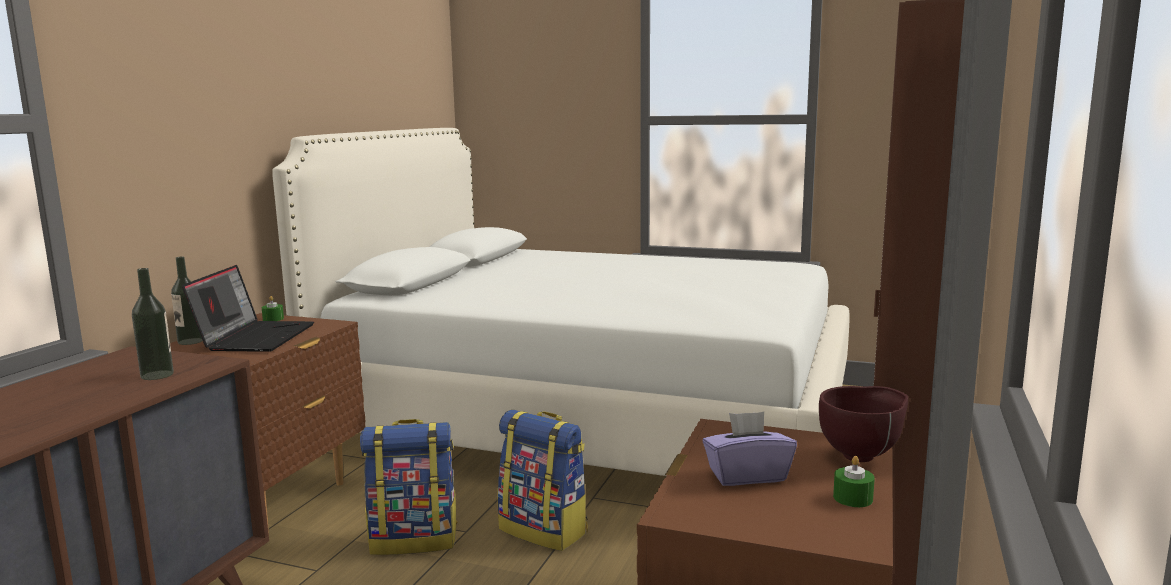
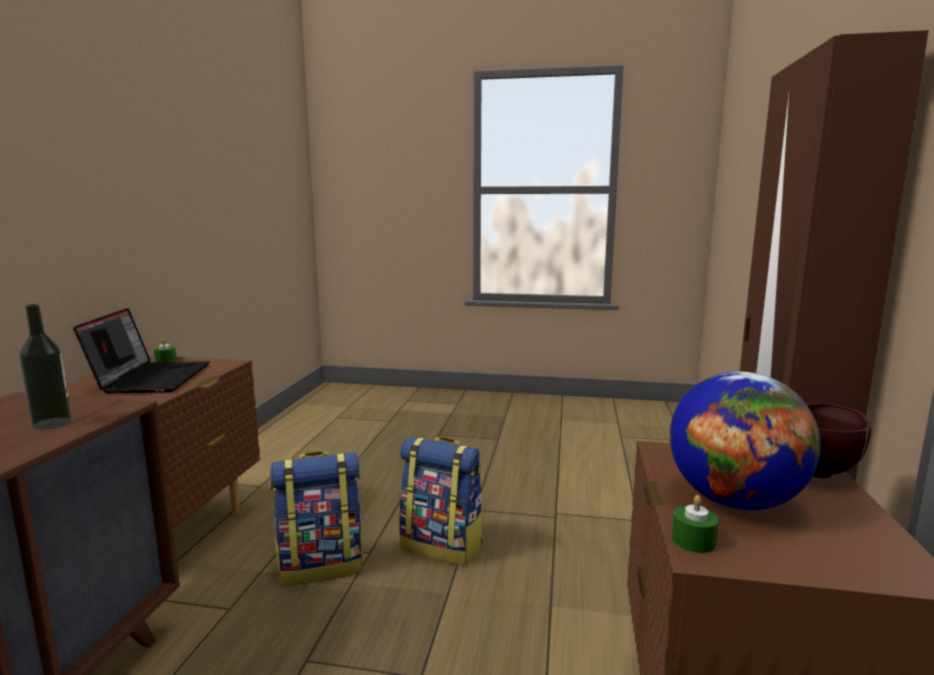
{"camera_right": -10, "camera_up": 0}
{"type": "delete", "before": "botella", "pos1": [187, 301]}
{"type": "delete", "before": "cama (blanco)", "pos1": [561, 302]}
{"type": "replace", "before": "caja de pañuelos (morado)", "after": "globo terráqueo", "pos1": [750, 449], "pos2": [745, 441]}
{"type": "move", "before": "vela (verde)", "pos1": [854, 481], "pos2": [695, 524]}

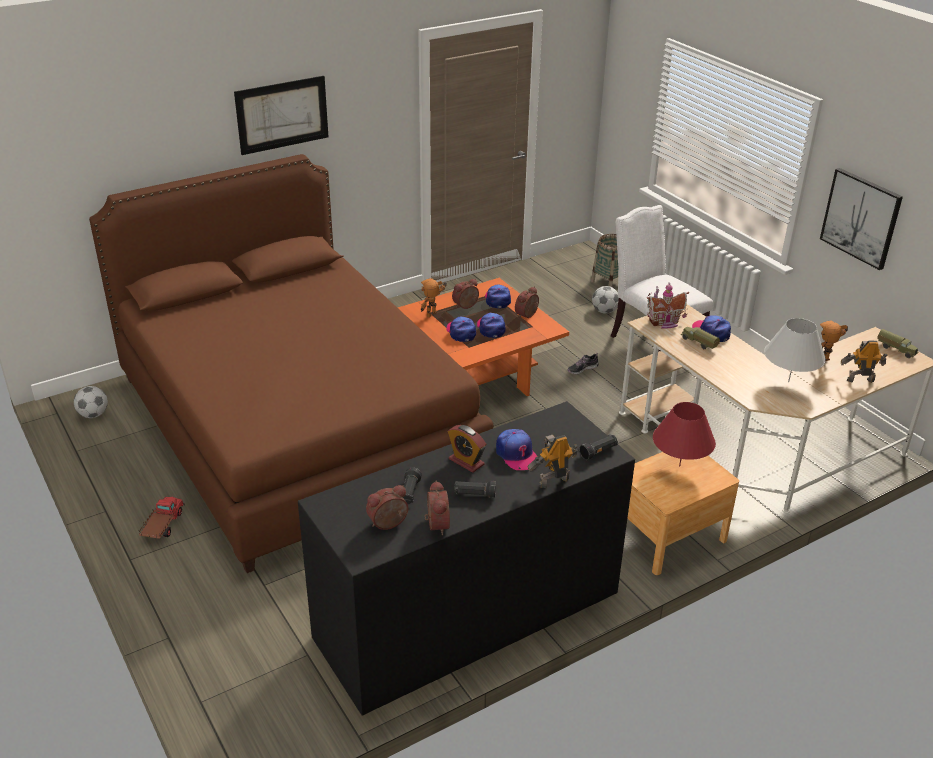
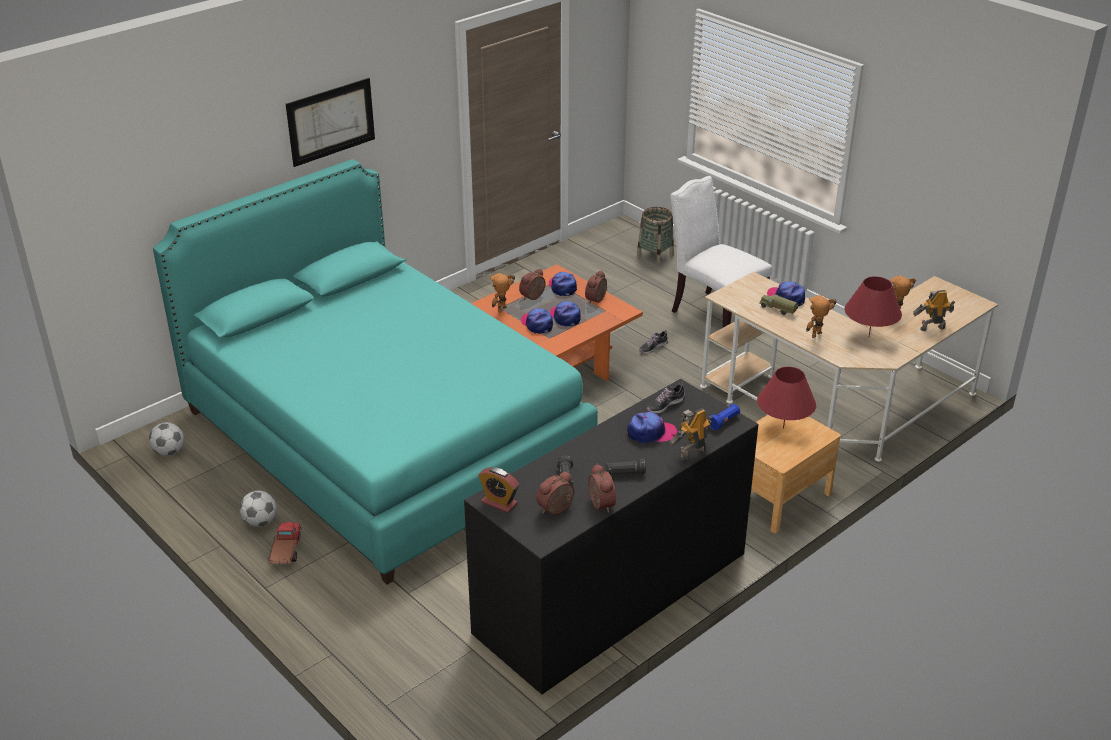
{"camera_right": -10, "camera_up": 0}
{"type": "recolor", "before": "cama (marrón)", "after": "cama (turquesa)", "pos1": [291, 363], "pos2": [375, 372]}
{"type": "move", "before": "despertador", "pos1": [467, 449], "pos2": [498, 490]}
{"type": "rotate", "before": "gorra", "pos1": [517, 449], "pos2": [652, 428], "turn": -60}
{"type": "recolor", "before": "linterna (negro)", "after": "linterna (azul)", "pos1": [598, 447], "pos2": [724, 417]}
{"type": "move", "before": "balón de fútbol", "pos1": [605, 300], "pos2": [258, 508]}
{"type": "delete", "before": "casita", "pos1": [668, 305]}
{"type": "recolor", "before": "lámpara de mesa (blanco)", "after": "lámpara de mesa (rojo)", "pos1": [795, 350], "pos2": [873, 306]}
{"type": "delete", "before": "cuadro", "pos1": [861, 219]}
{"type": "delete", "before": "camión de juguete", "pos1": [898, 343]}
{"type": "insert", "after": "zapato", "pos2": [665, 398]}
{"type": "insert", "after": "robot de juguete", "pos2": [821, 316]}

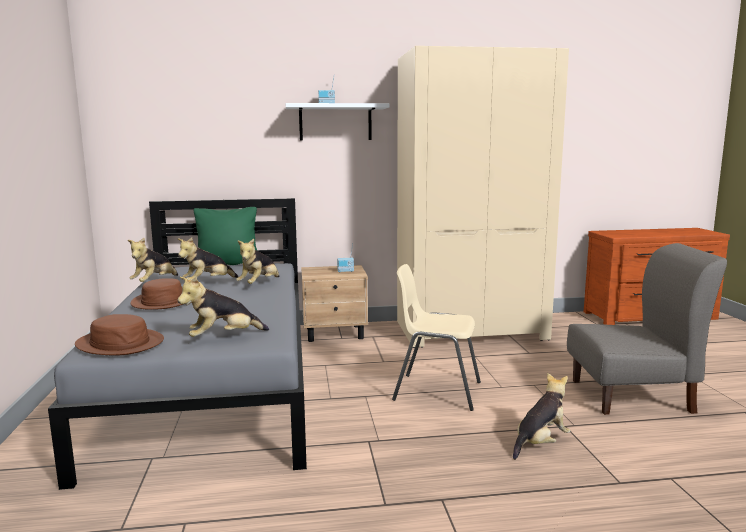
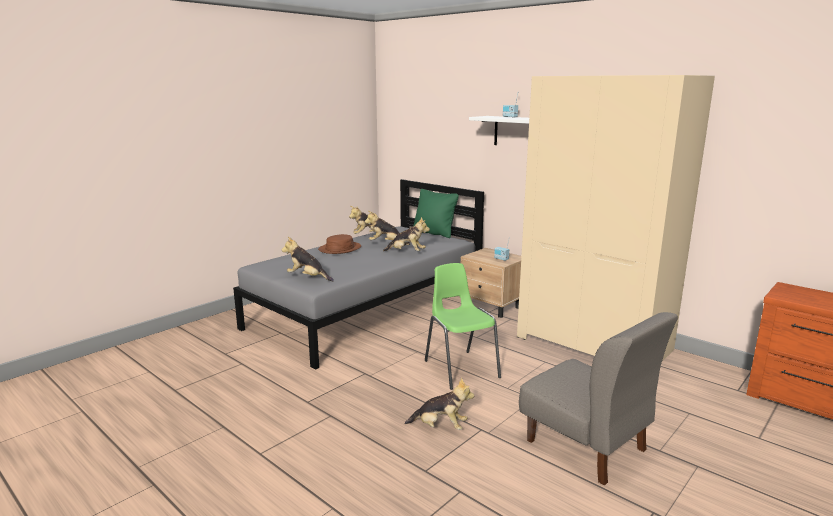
{"camera_right": 50, "camera_up": 5}
{"type": "delete", "before": "sombrero (marrón)", "pos1": [119, 335]}
{"type": "rotate", "before": "peluche", "pos1": [257, 261], "pos2": [406, 234], "turn": -150}
{"type": "recolor", "before": "silla (beis)", "after": "silla (verde)", "pos1": [436, 337], "pos2": [463, 326]}

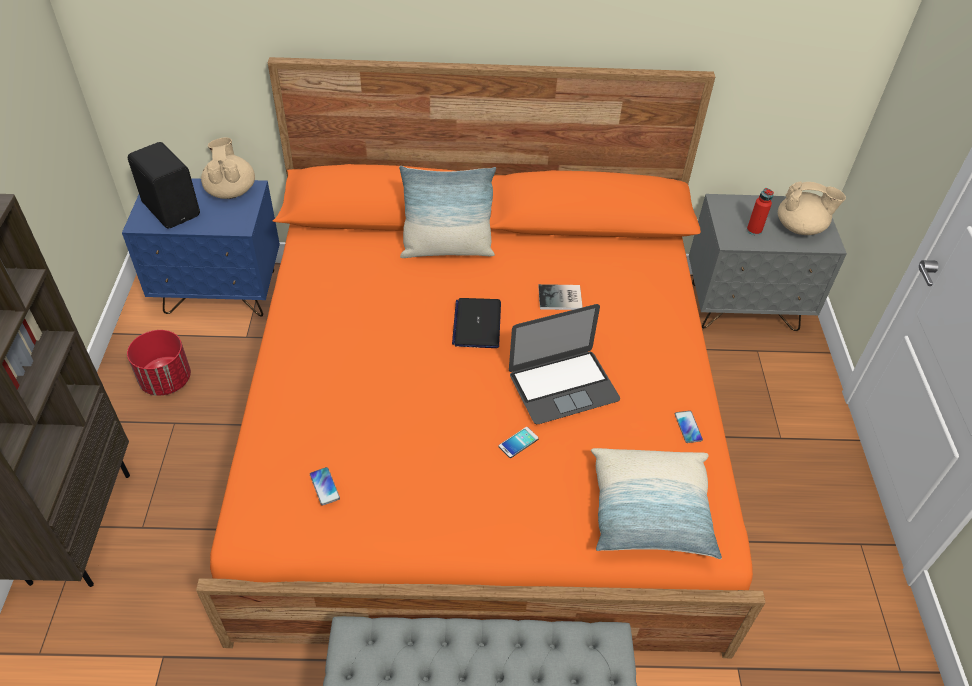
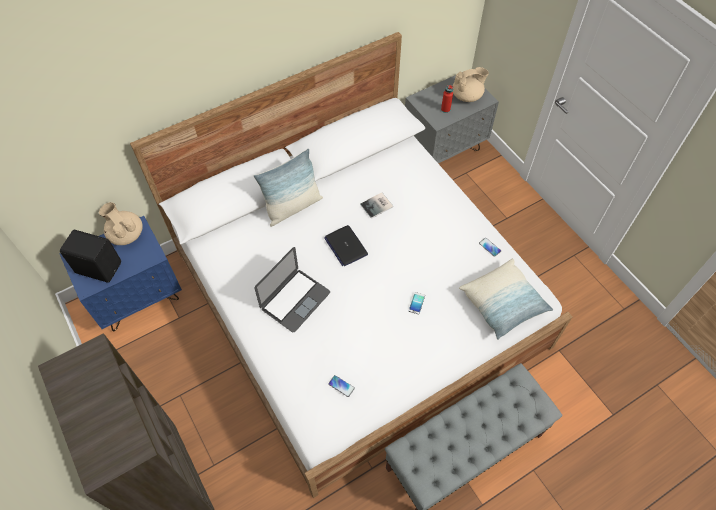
{"camera_right": -30, "camera_up": 10}
{"type": "delete", "before": "maceta (rojo)", "pos1": [159, 363]}
{"type": "recolor", "before": "cama (naranja)", "after": "cama (blanco)", "pos1": [480, 357], "pos2": [351, 265]}
{"type": "move", "before": "portátil", "pos1": [564, 364], "pos2": [292, 289]}

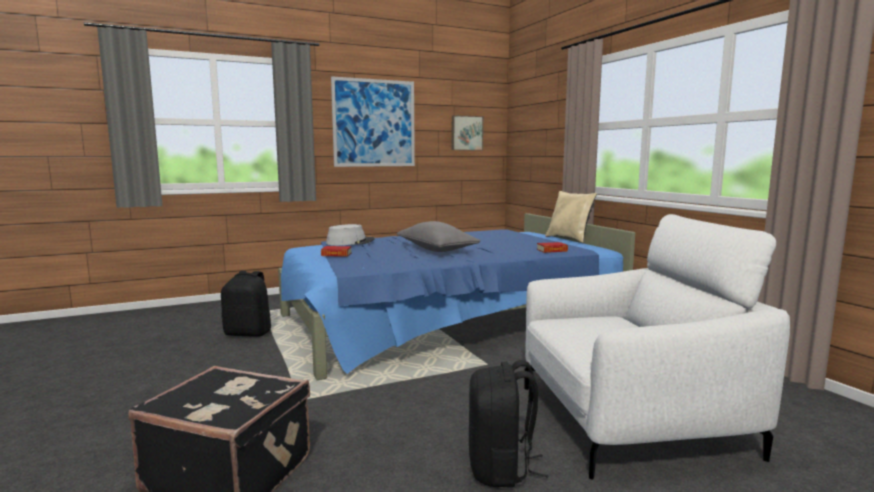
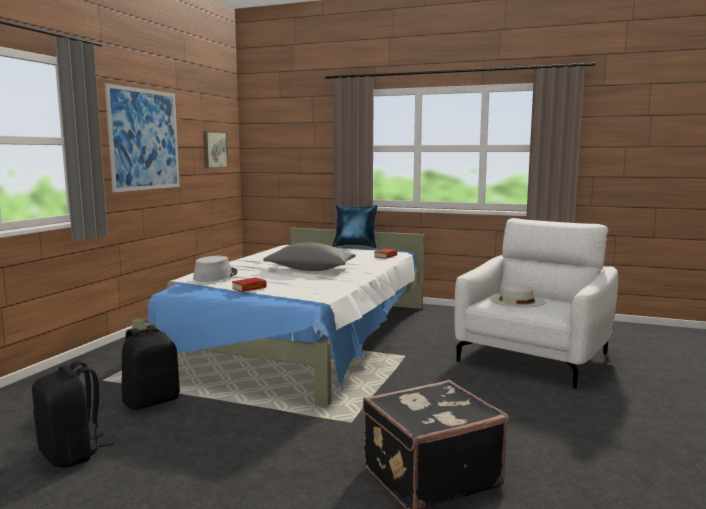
{"camera_right": -45, "camera_up": 0}
{"type": "recolor", "before": "cama (azul)", "after": "cama (blanco)", "pos1": [456, 296], "pos2": [278, 317]}
{"type": "move", "before": "mochila (negro)", "pos1": [508, 424], "pos2": [73, 414]}
{"type": "recolor", "before": "cojín (beis)", "after": "cojín (azul)", "pos1": [571, 217], "pos2": [355, 226]}
{"type": "insert", "after": "sombrero (blanco)", "pos2": [517, 296]}

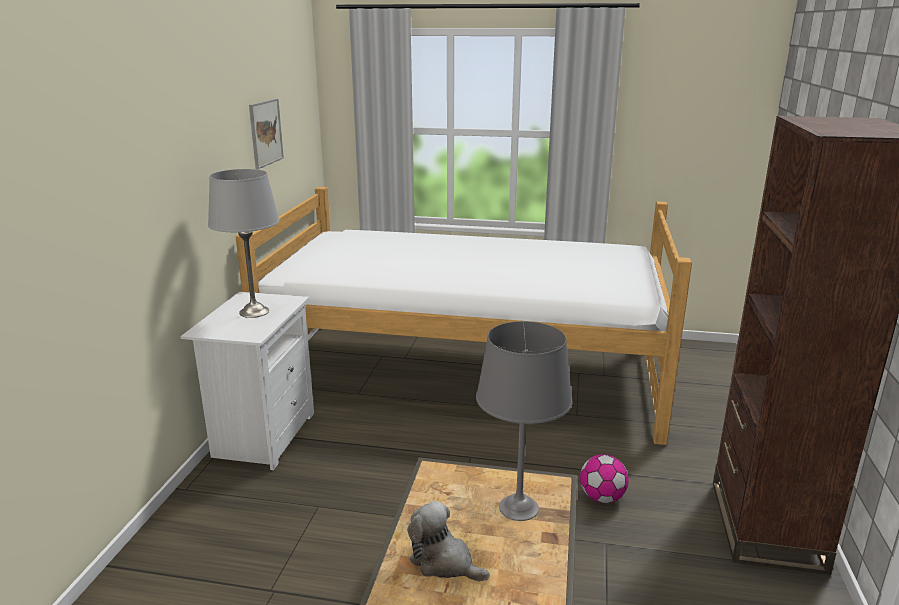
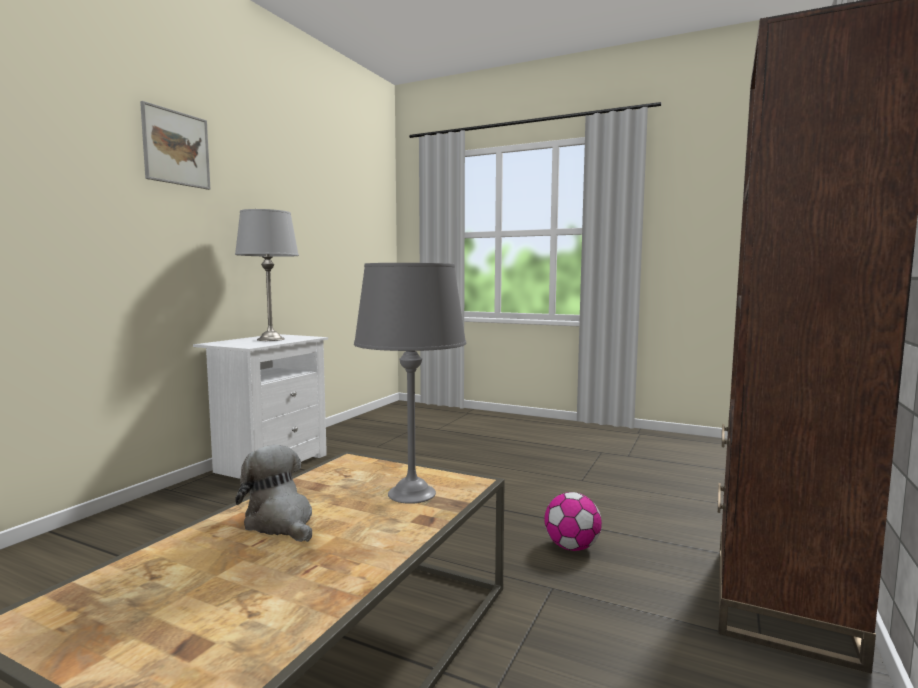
{"camera_right": 15, "camera_up": -15}
{"type": "delete", "before": "cama", "pos1": [464, 316]}
{"type": "move", "before": "cuadro", "pos1": [266, 133], "pos2": [175, 145]}

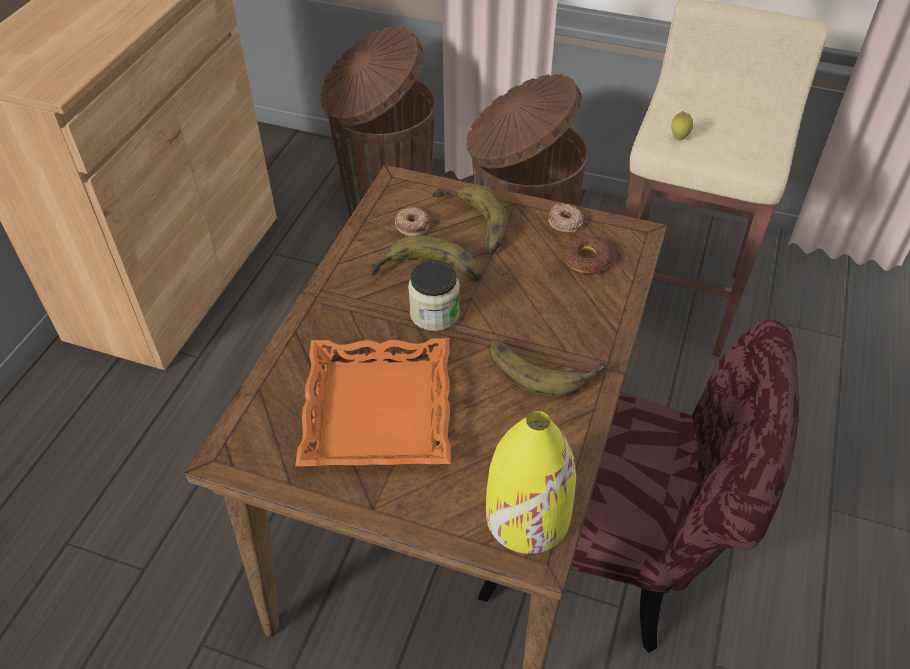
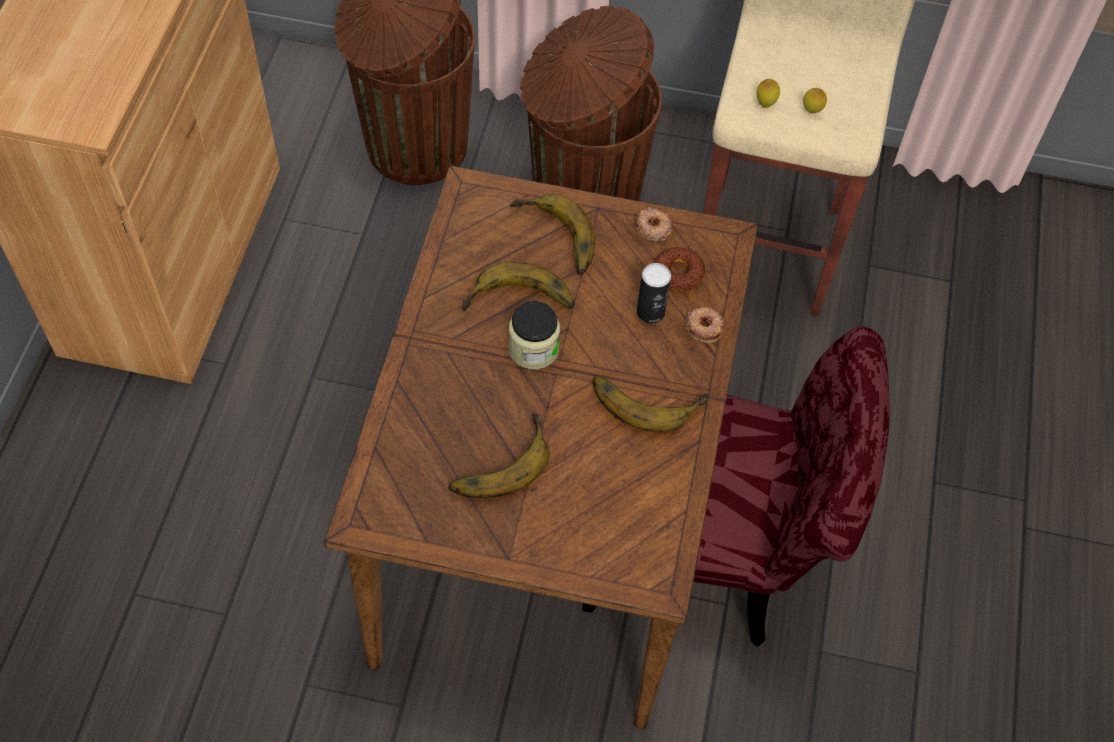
{"camera_right": -10, "camera_up": 10}
{"type": "replace", "before": "bandeja (naranja)", "after": "plátano", "pos1": [373, 402], "pos2": [499, 455]}
{"type": "move", "before": "rosquilla", "pos1": [412, 221], "pos2": [705, 325]}
{"type": "delete", "before": "florero (amarillo)", "pos1": [531, 482]}
{"type": "insert", "after": "lata", "pos2": [654, 293]}
{"type": "insert", "after": "limón", "pos2": [815, 100]}

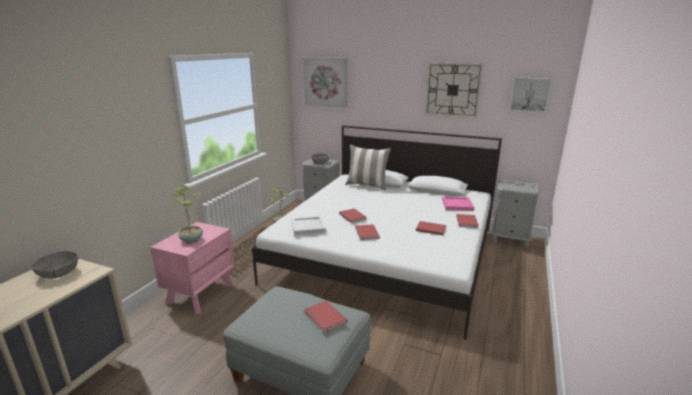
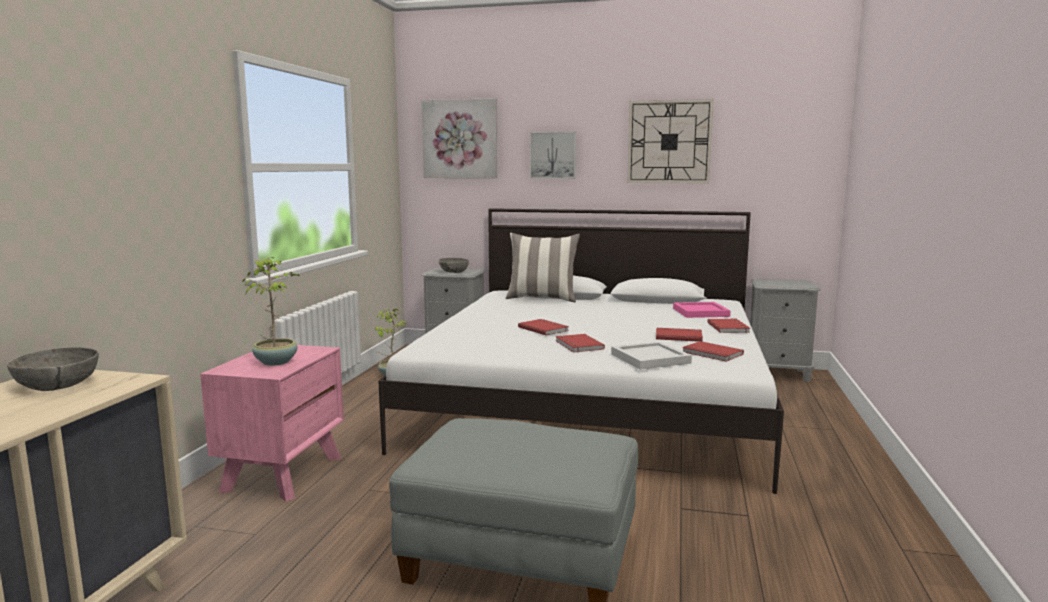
{"camera_right": -10, "camera_up": -10}
{"type": "move", "before": "bandeja (blanco)", "pos1": [309, 225], "pos2": [651, 355]}
{"type": "move", "before": "libro (rojo)", "pos1": [325, 317], "pos2": [713, 351]}
{"type": "move", "before": "cuadro", "pos1": [530, 95], "pos2": [553, 155]}

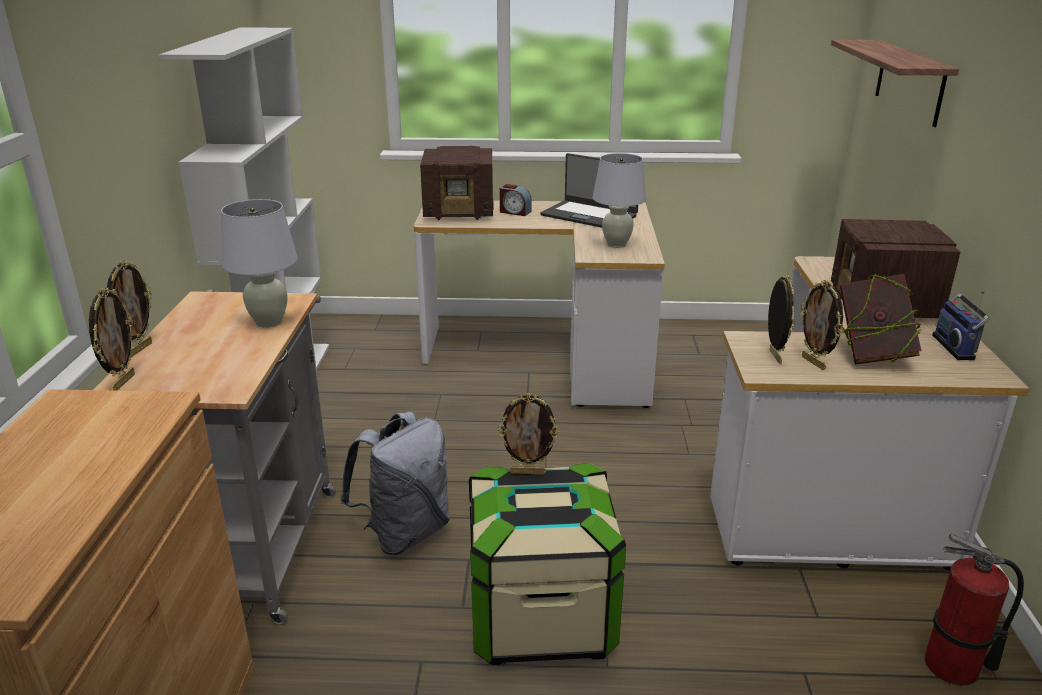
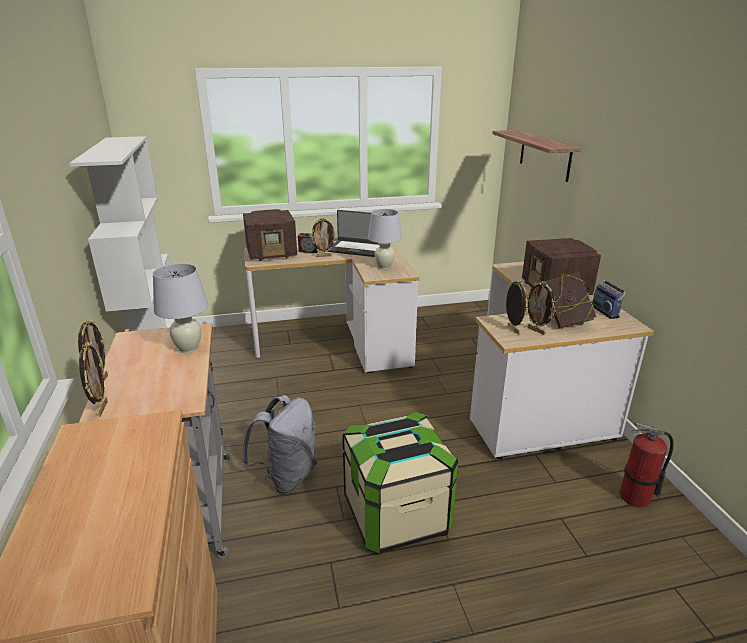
{"camera_right": -15, "camera_up": 0}
{"type": "move", "before": "portarretratos", "pos1": [528, 434], "pos2": [323, 237]}

